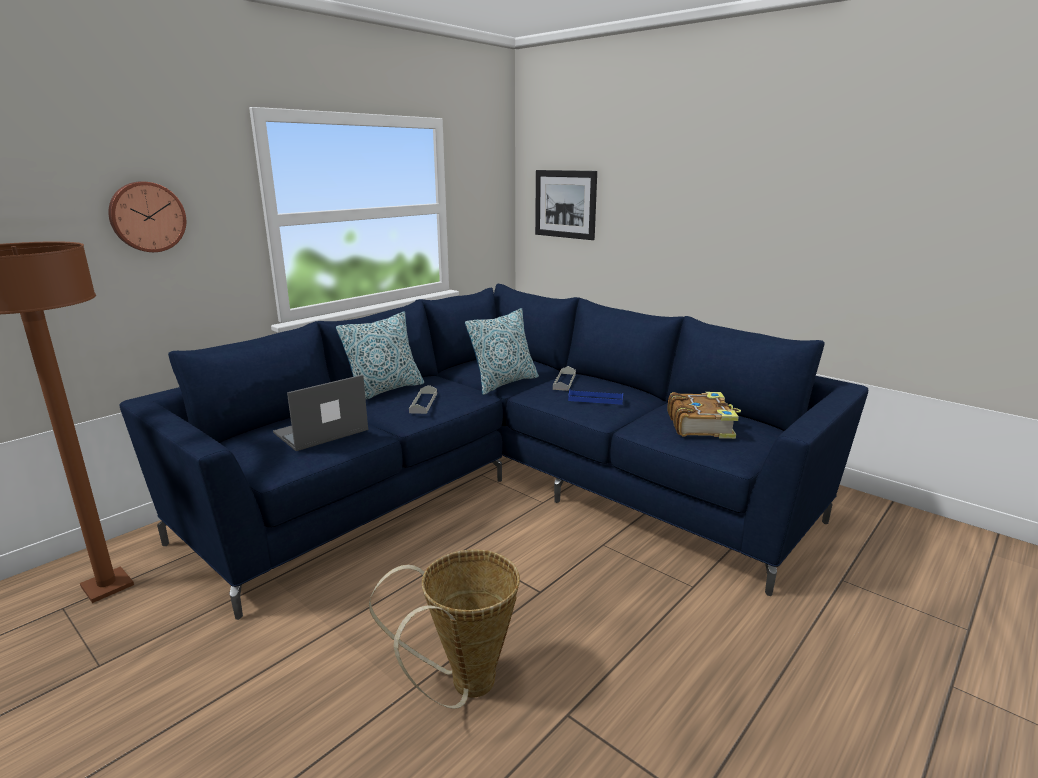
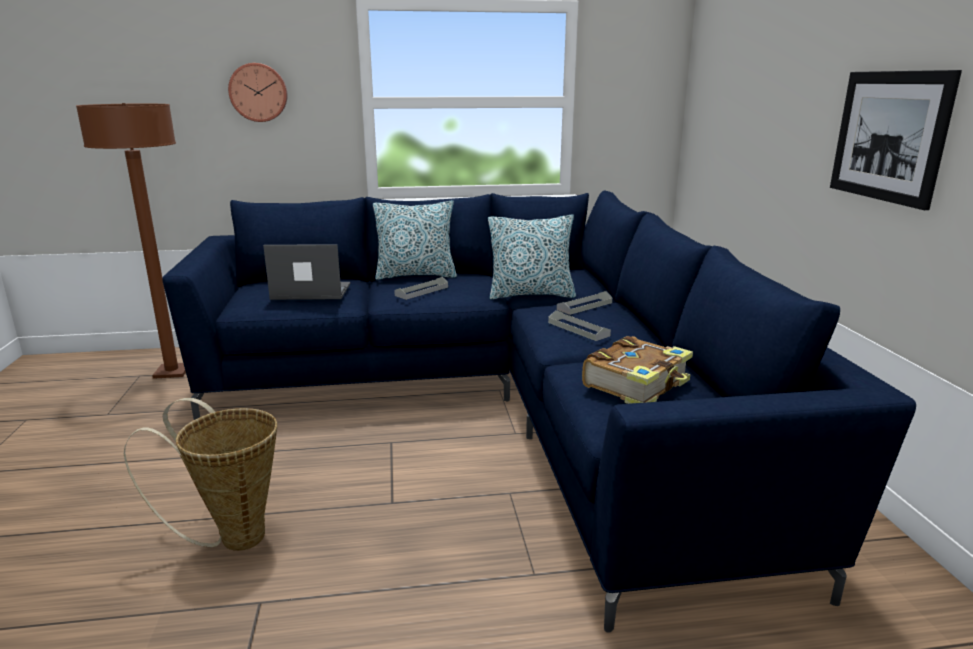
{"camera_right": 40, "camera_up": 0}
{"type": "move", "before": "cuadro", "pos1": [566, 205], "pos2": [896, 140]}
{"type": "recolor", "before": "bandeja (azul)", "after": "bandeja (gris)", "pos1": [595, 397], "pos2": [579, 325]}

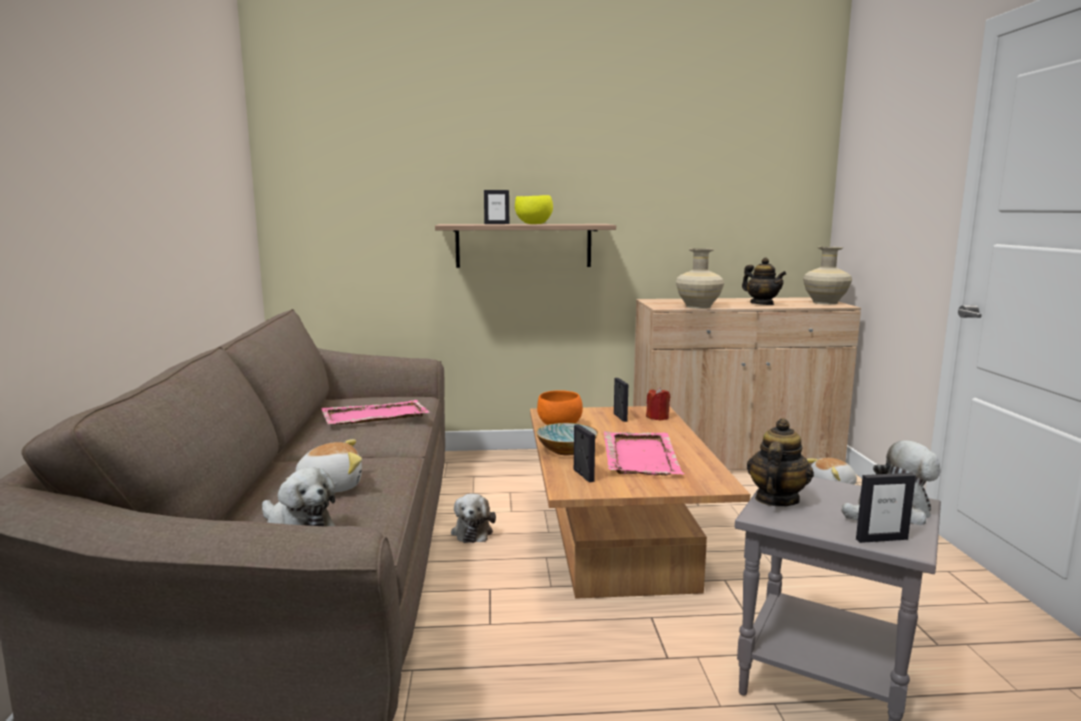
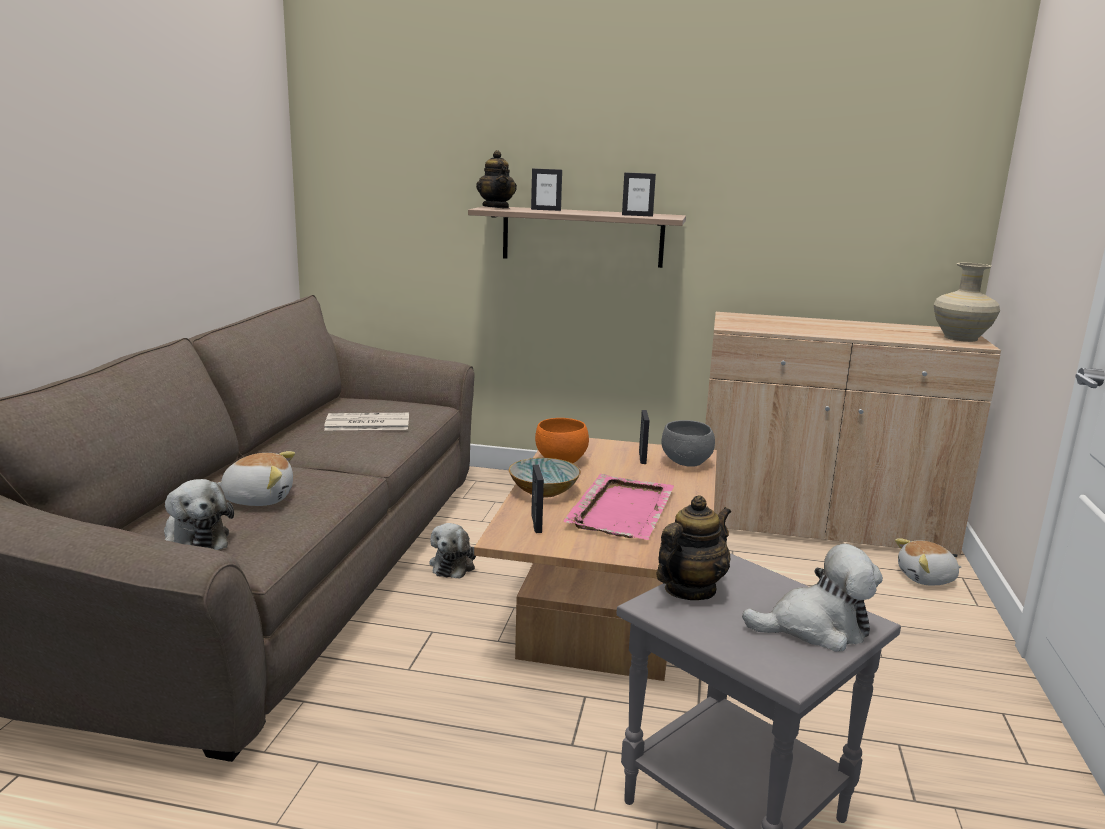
{"camera_right": 15, "camera_up": 5}
{"type": "replace", "before": "bandeja (rosa)", "after": "periódico", "pos1": [375, 412], "pos2": [366, 421]}
{"type": "delete", "before": "cuenco (amarillo)", "pos1": [534, 209]}
{"type": "replace", "before": "vela (rojo)", "after": "cuenco (gris)", "pos1": [658, 403], "pos2": [688, 443]}
{"type": "delete", "before": "florero (beis)", "pos1": [700, 278]}
{"type": "move", "before": "tetera", "pos1": [764, 281], "pos2": [496, 179]}
{"type": "move", "before": "portarretratos", "pos1": [886, 508], "pos2": [639, 194]}

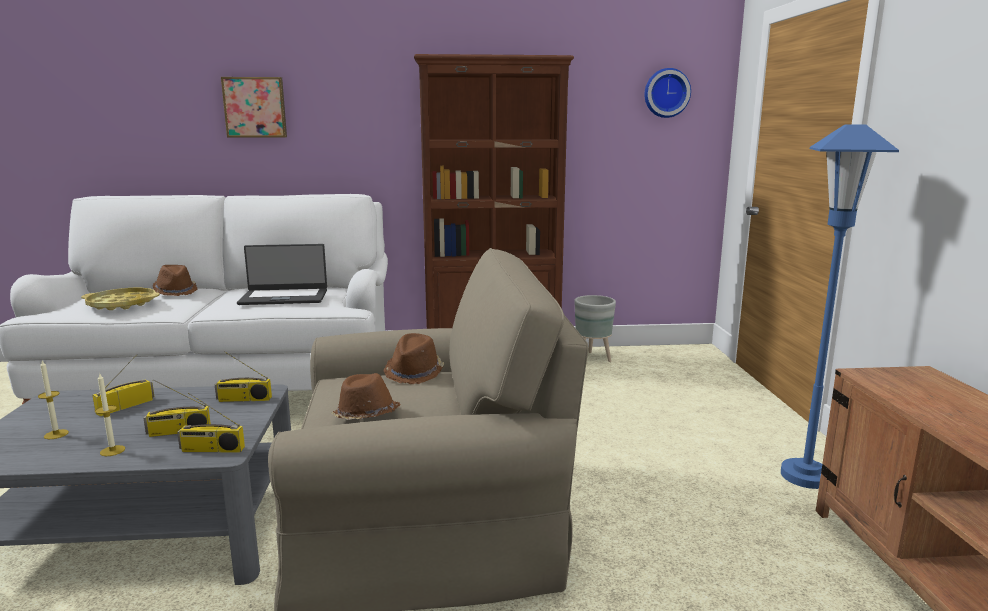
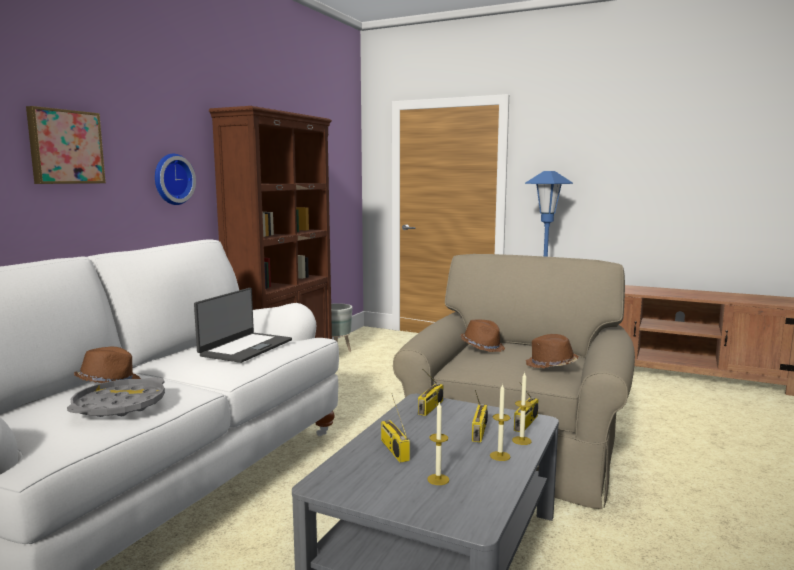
{"camera_right": -60, "camera_up": -5}
{"type": "recolor", "before": "bandeja (amarillo)", "after": "bandeja (gris)", "pos1": [120, 299], "pos2": [116, 397]}
{"type": "move", "before": "reloj de pared", "pos1": [667, 93], "pos2": [175, 179]}
{"type": "insert", "after": "vela", "pos2": [522, 409]}

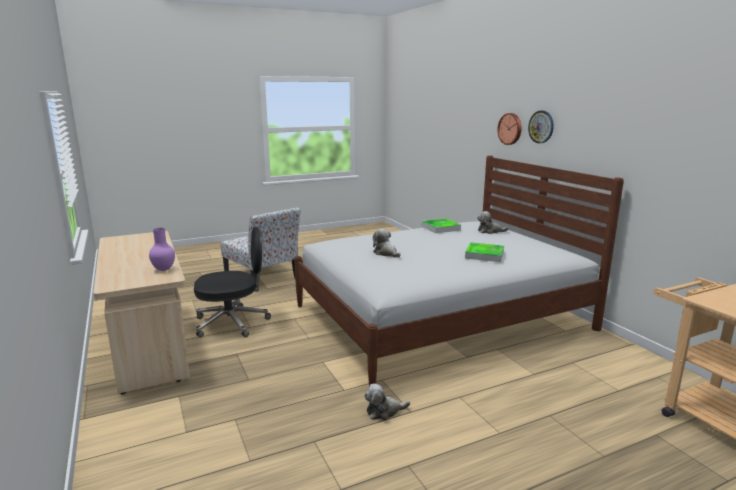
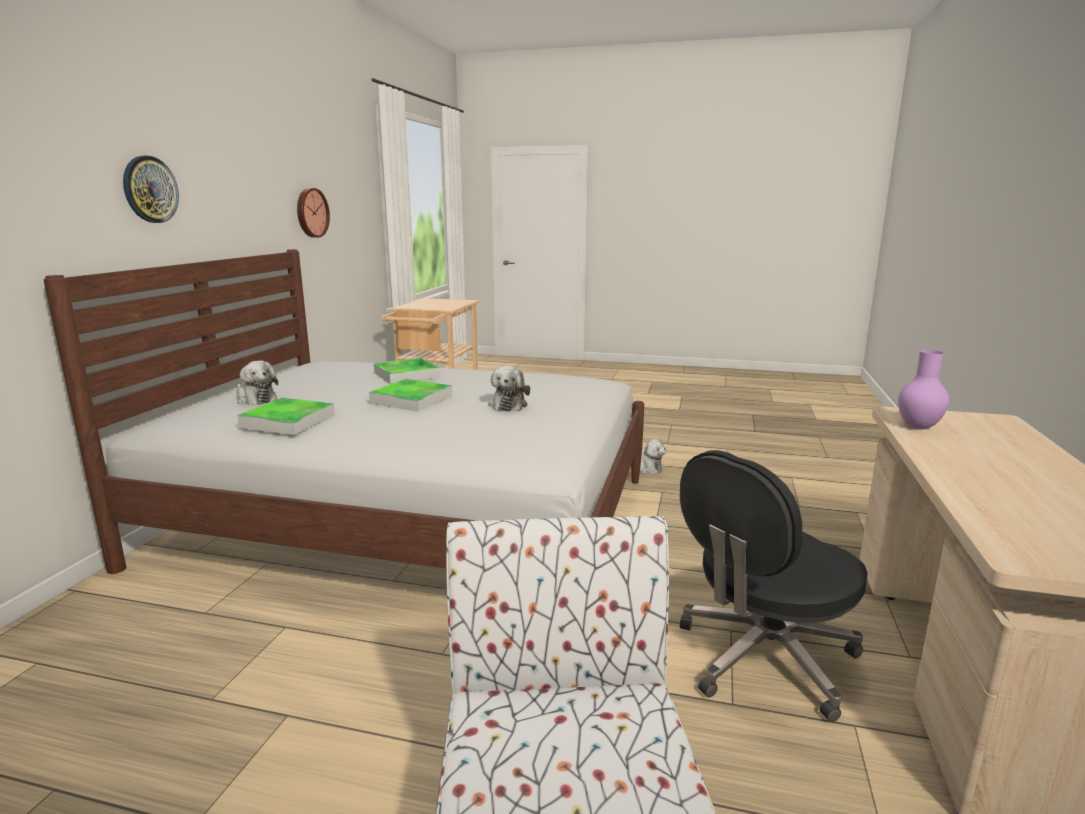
{"camera_right": -140, "camera_up": 0}
{"type": "rotate", "before": "silla de oficina (negro)", "pos1": [232, 282], "pos2": [773, 586], "turn": -60}
{"type": "move", "before": "reloj de pared", "pos1": [509, 129], "pos2": [313, 213]}
{"type": "insert", "after": "bandeja", "pos2": [411, 395]}

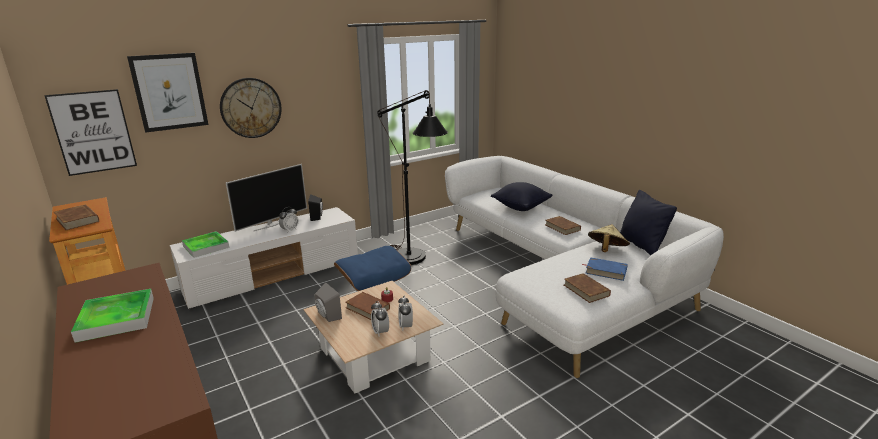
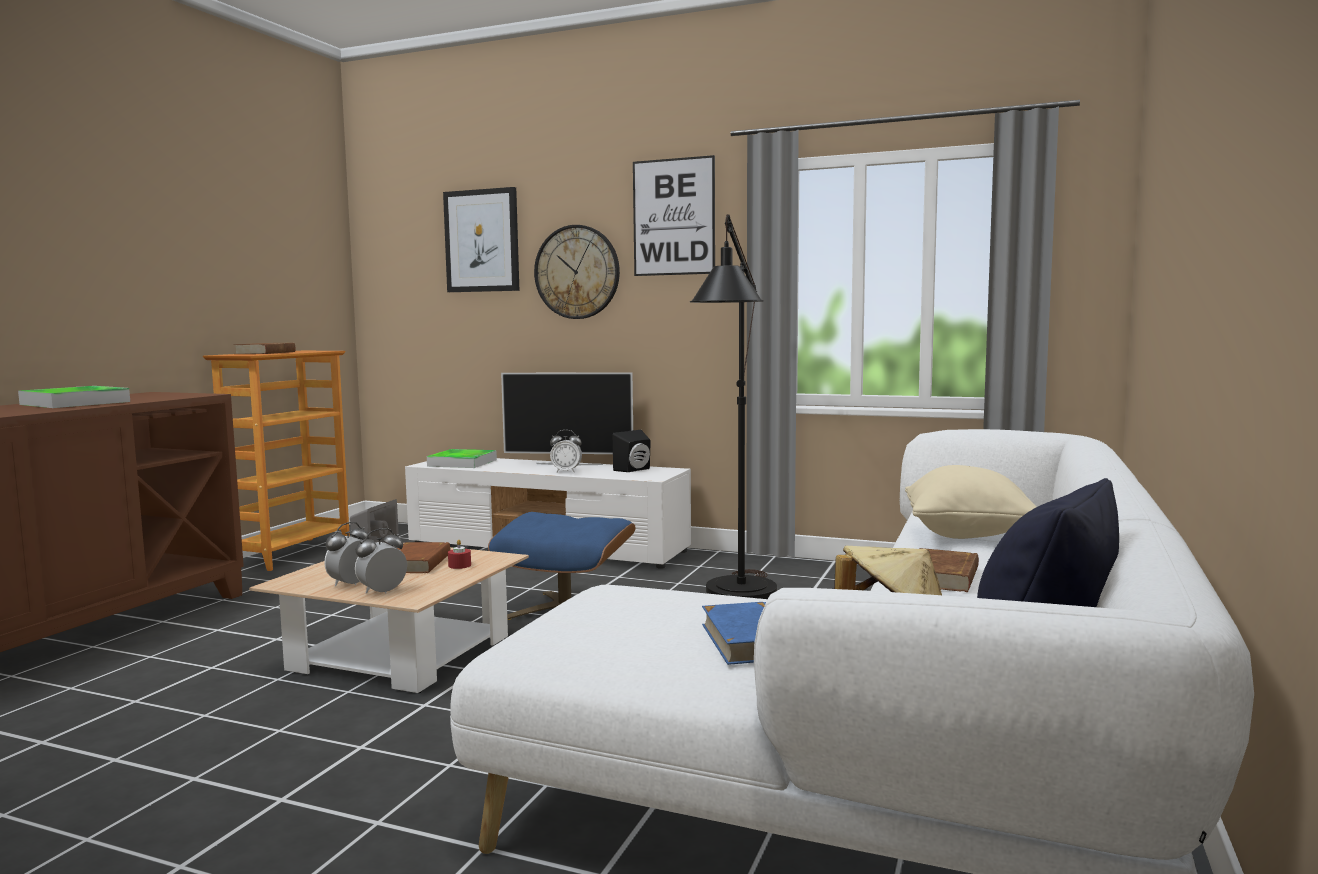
{"camera_right": 55, "camera_up": -15}
{"type": "move", "before": "cuadro", "pos1": [90, 132], "pos2": [674, 215]}
{"type": "recolor", "before": "cojín (negro)", "after": "cojín (beis)", "pos1": [521, 196], "pos2": [970, 502]}
{"type": "delete", "before": "libro (marrón)", "pos1": [587, 288]}

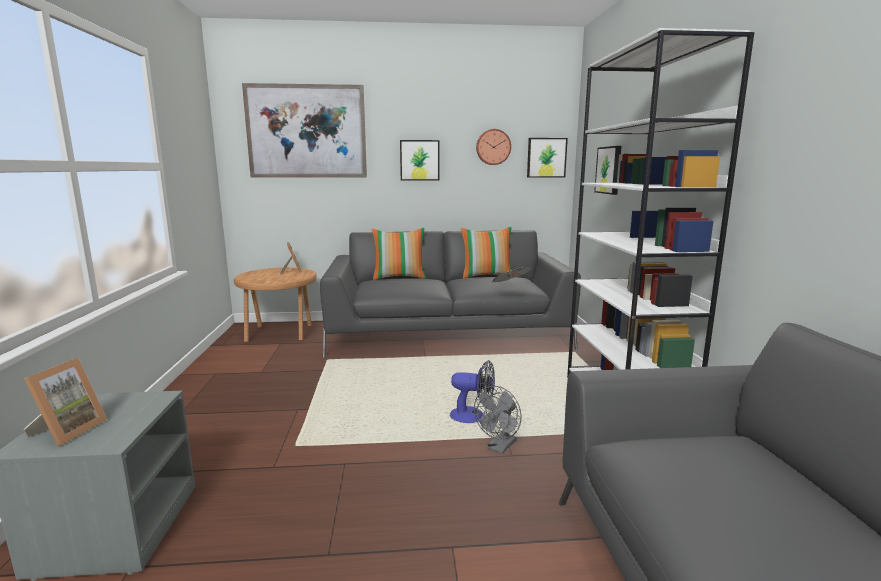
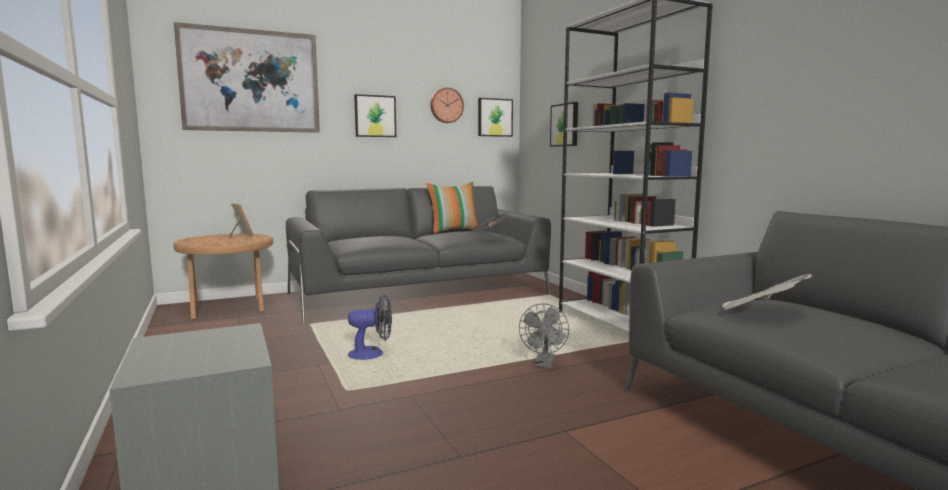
{"camera_right": -20, "camera_up": -5}
{"type": "delete", "before": "portarretratos", "pos1": [65, 402]}
{"type": "delete", "before": "cojín", "pos1": [399, 254]}
{"type": "move", "before": "ventilador", "pos1": [472, 391], "pos2": [370, 327]}
{"type": "insert", "after": "periódico", "pos2": [767, 292]}

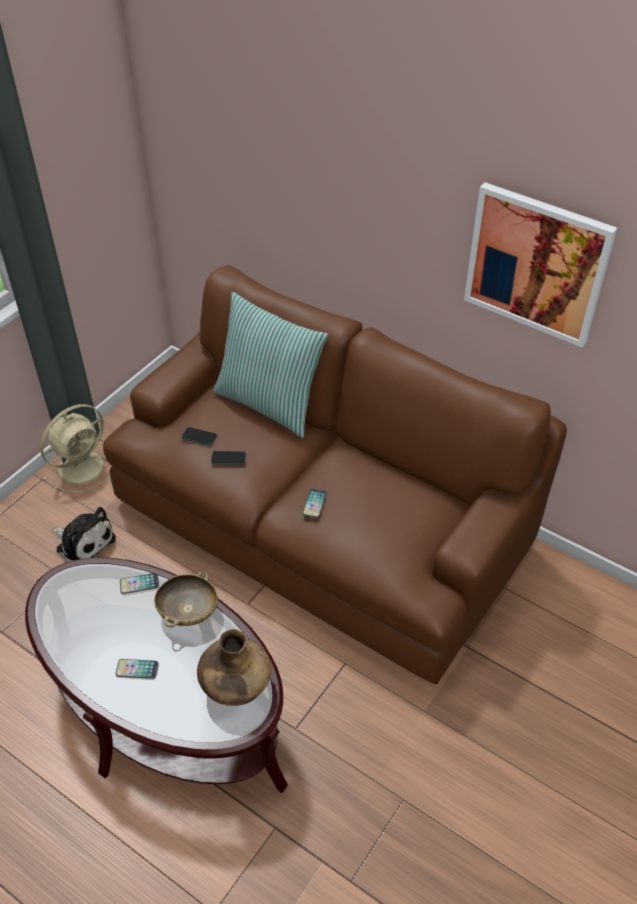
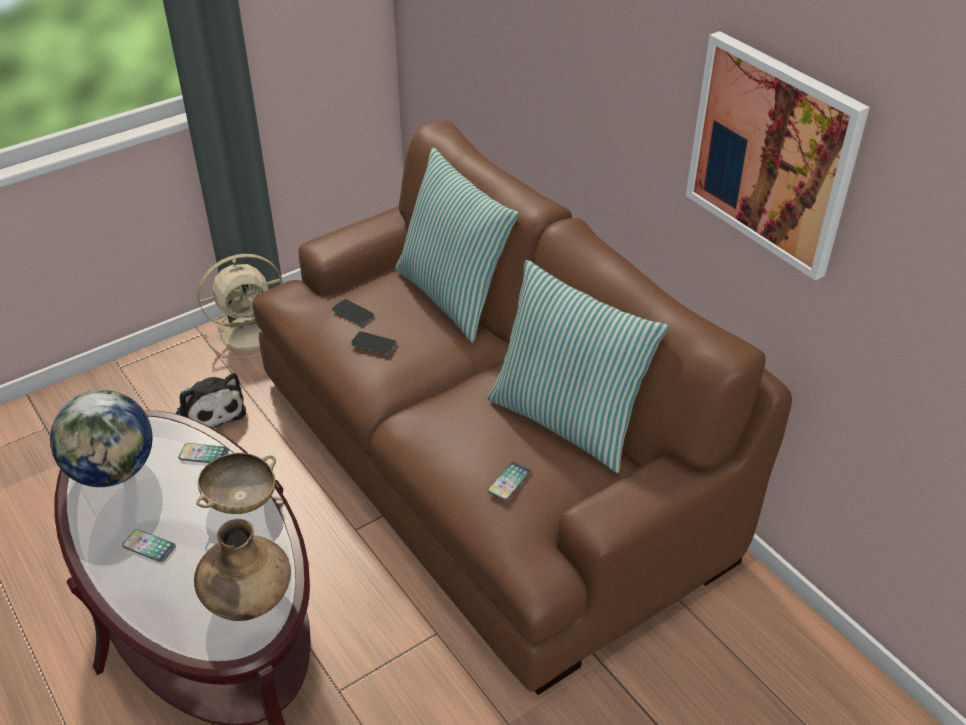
{"camera_right": 20, "camera_up": -5}
{"type": "move", "before": "móvil", "pos1": [315, 503], "pos2": [509, 481]}
{"type": "insert", "after": "globo terráqueo", "pos2": [101, 438]}
{"type": "insert", "after": "cojín", "pos2": [577, 366]}

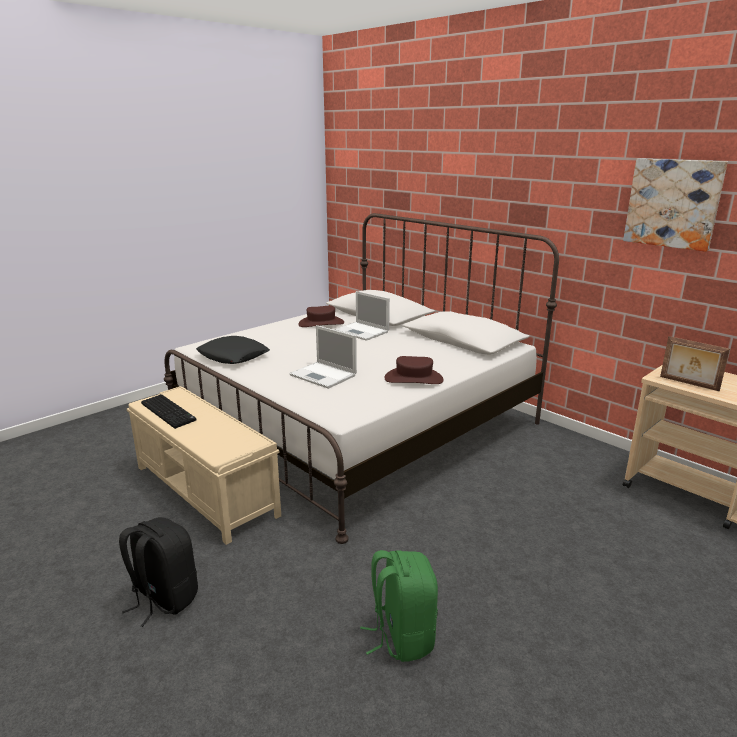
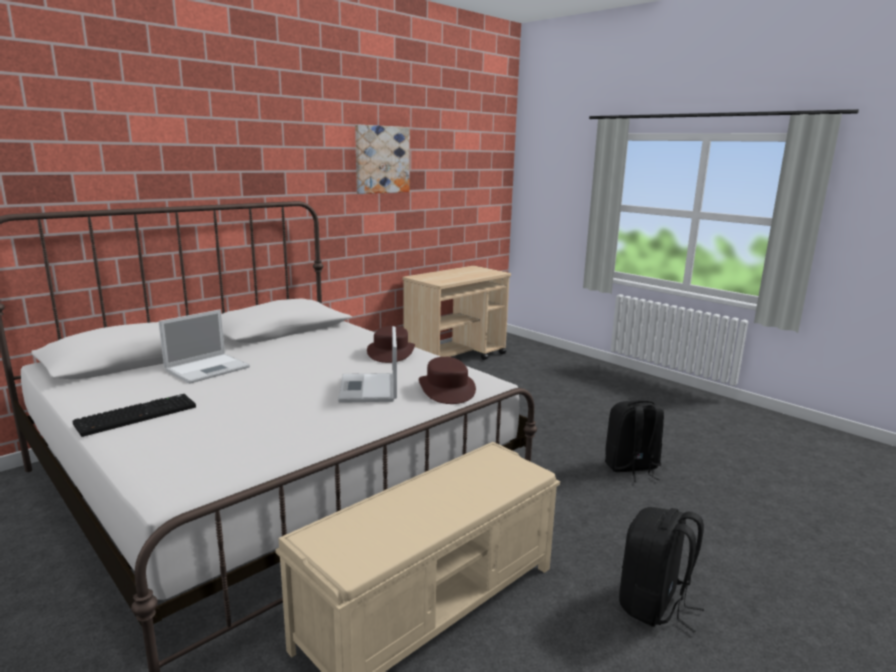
{"camera_right": -90, "camera_up": -5}
{"type": "move", "before": "teclado", "pos1": [168, 411], "pos2": [134, 415]}
{"type": "delete", "before": "cojín (negro)", "pos1": [233, 350]}
{"type": "rotate", "before": "portátil", "pos1": [323, 357], "pos2": [367, 364], "turn": 135}
{"type": "move", "before": "sombrero (marrón)", "pos1": [321, 316], "pos2": [447, 380]}
{"type": "recolor", "before": "mochila (verde)", "after": "mochila (negro)", "pos1": [399, 606], "pos2": [634, 441]}
{"type": "delete", "before": "portarretratos", "pos1": [695, 363]}

